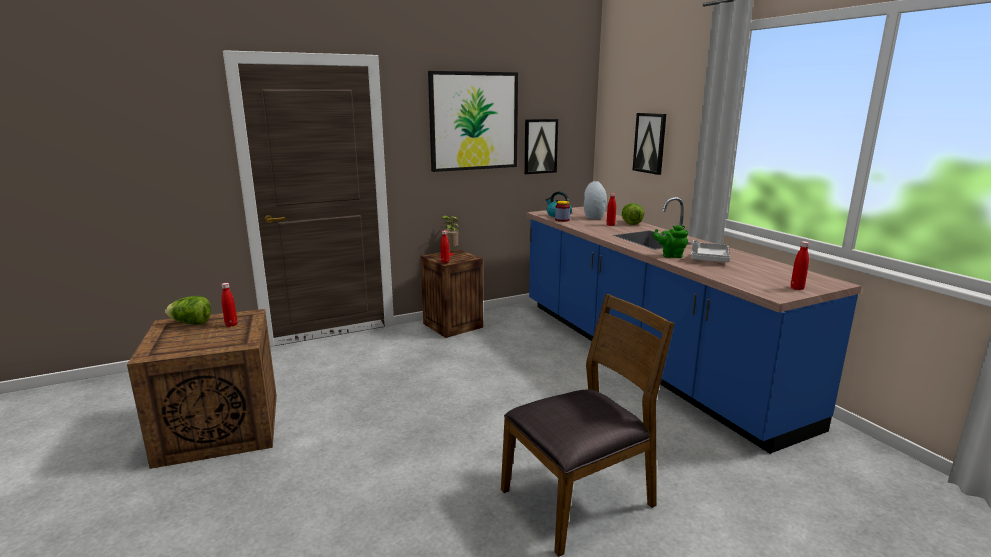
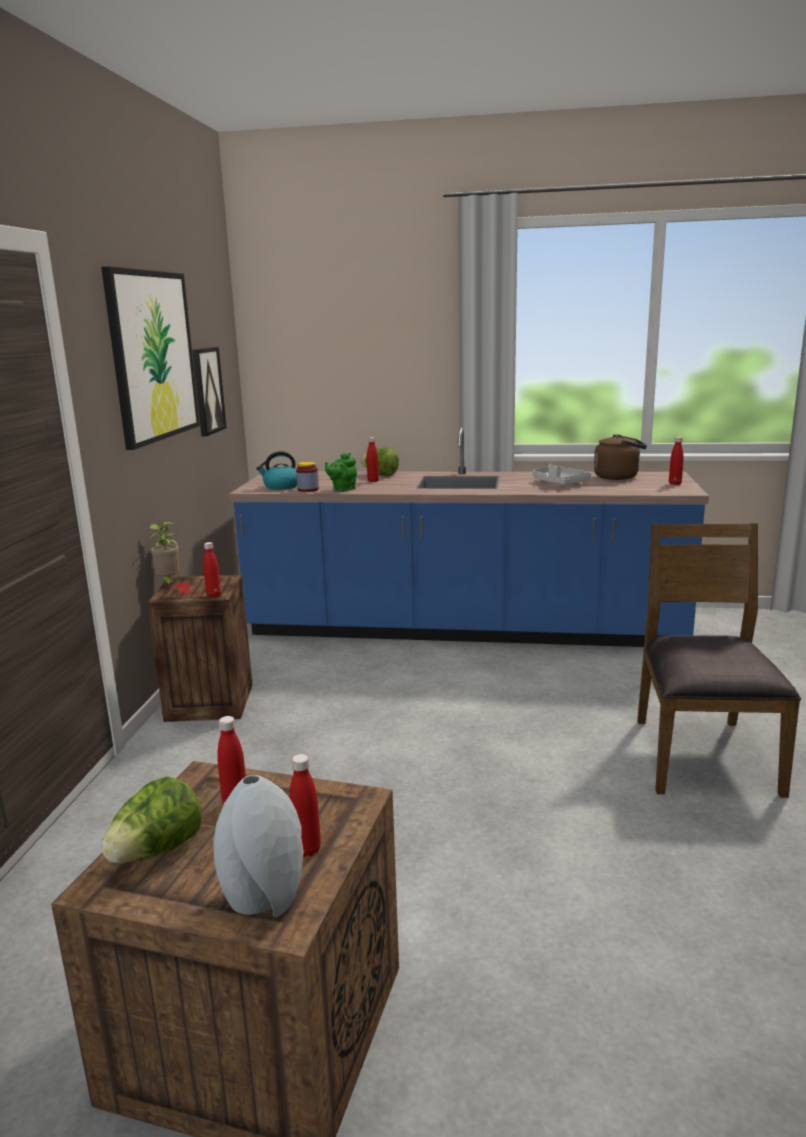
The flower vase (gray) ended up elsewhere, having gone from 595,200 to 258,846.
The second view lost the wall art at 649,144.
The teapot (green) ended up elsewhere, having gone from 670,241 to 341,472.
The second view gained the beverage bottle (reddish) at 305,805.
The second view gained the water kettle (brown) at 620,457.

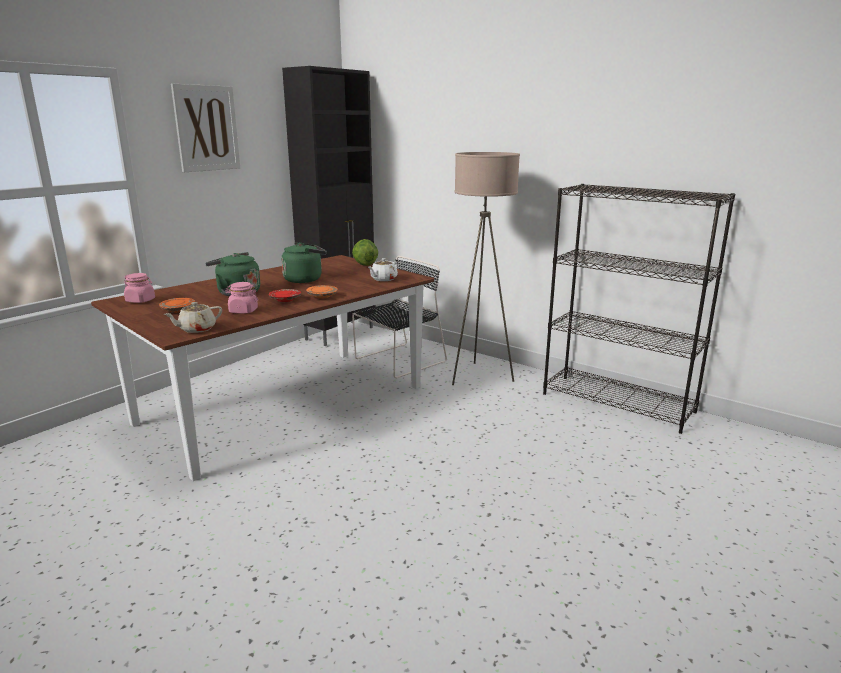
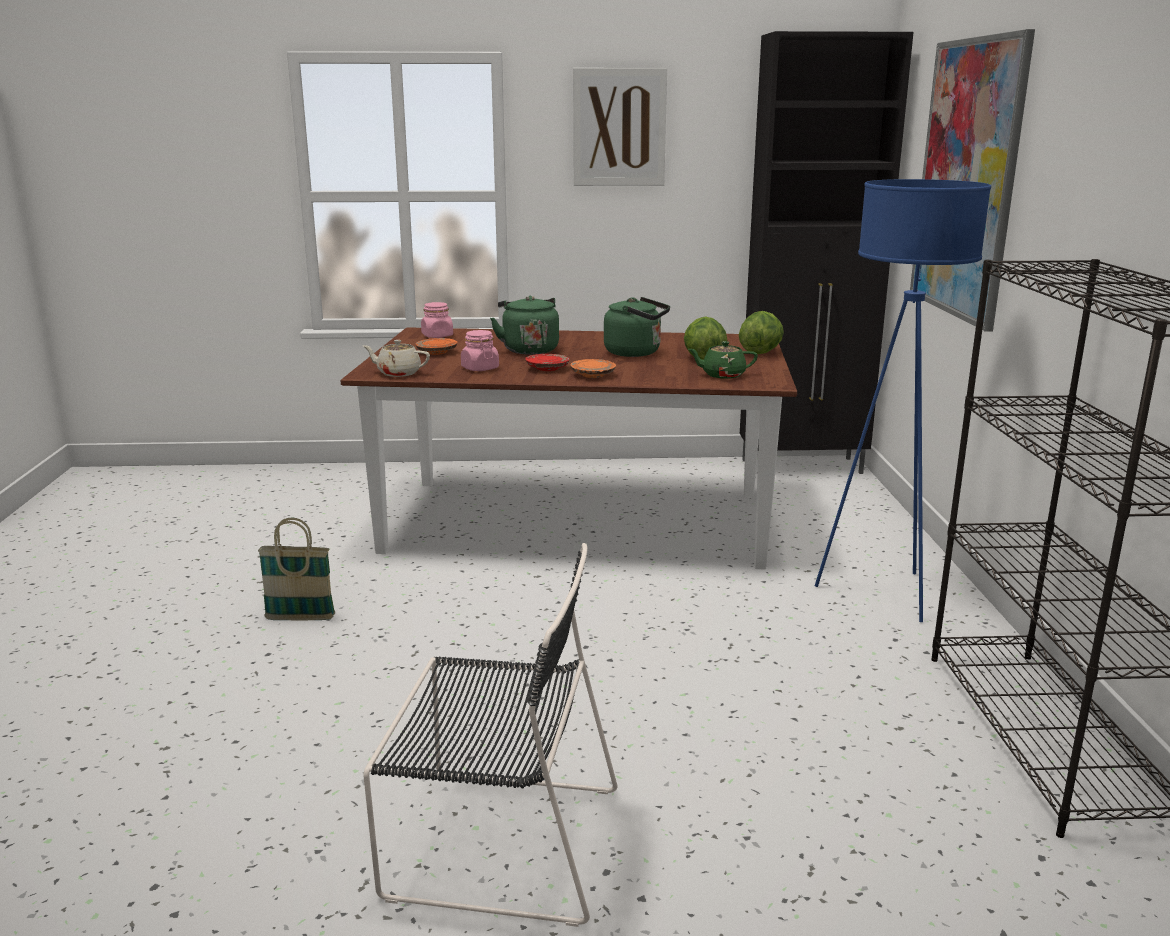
The chair (black) ended up elsewhere, having gone from 399,317 to 490,735.
What was the teapot (white-coloured) at 383,269 turned into the teapot (green) at 723,360.
What was the standing lamp (beige-coloured) at 486,268 turned into the standing lamp (blue) at 903,400.
The second view gained the basket at 296,569.
The second view gained the lettuce at 705,338.
The second view gained the wall art at 972,180.

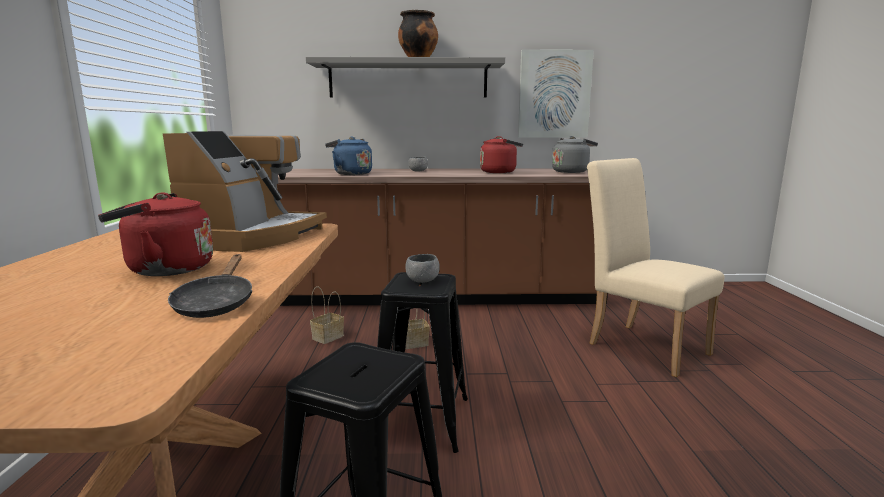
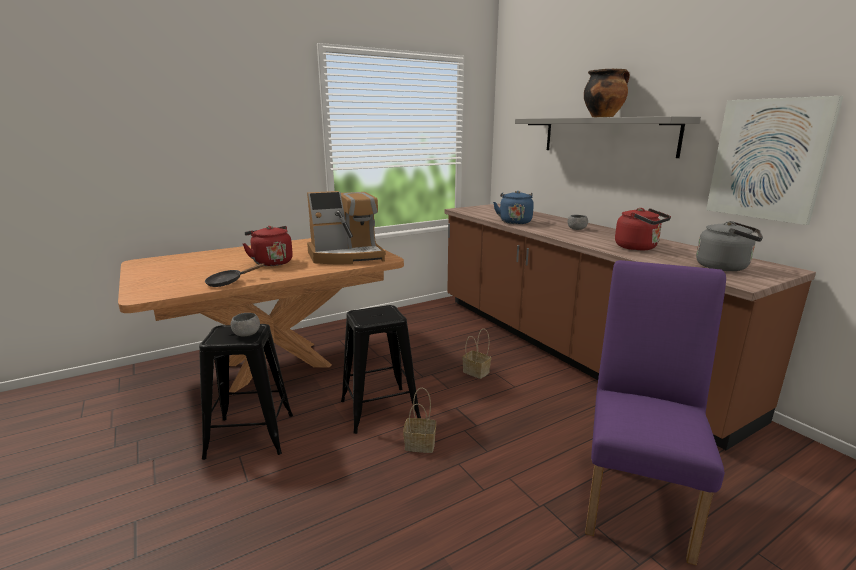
The basket ended up elsewhere, having gone from 327,315 to 419,420.
The deep dish (gray) ended up elsewhere, having gone from 422,268 to 245,324.
What was the chair (beige-coloured) at 656,267 turned into the chair (purple) at 655,413.

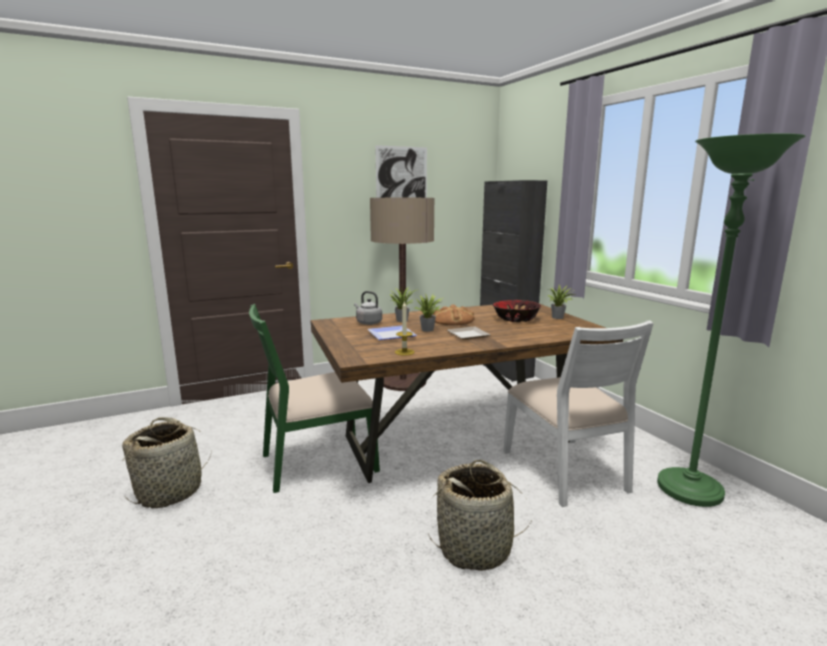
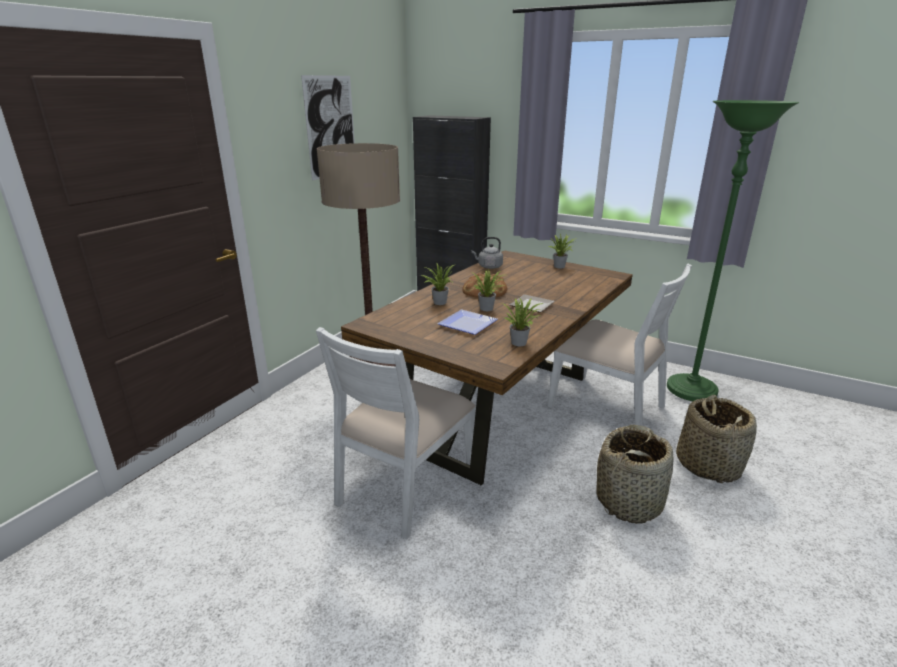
The basket ended up elsewhere, having gone from 167,462 to 716,439.
What was the chair (green) at 314,398 turned into the chair (white-coloured) at 396,433.
The water kettle (gray) ended up elsewhere, having gone from 368,308 to 487,253.
Where the candle stood at 404,328, the plant in a pot came to stand at 523,322.
The second view lost the deep dish at 517,311.

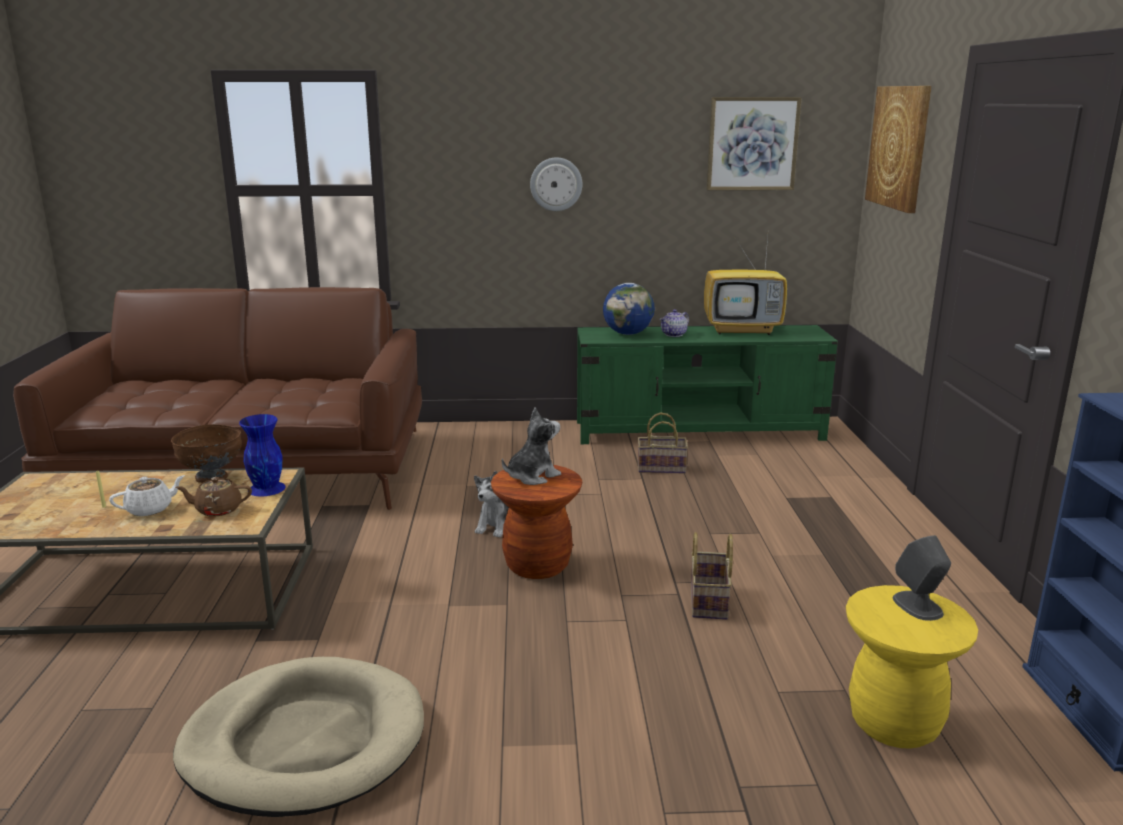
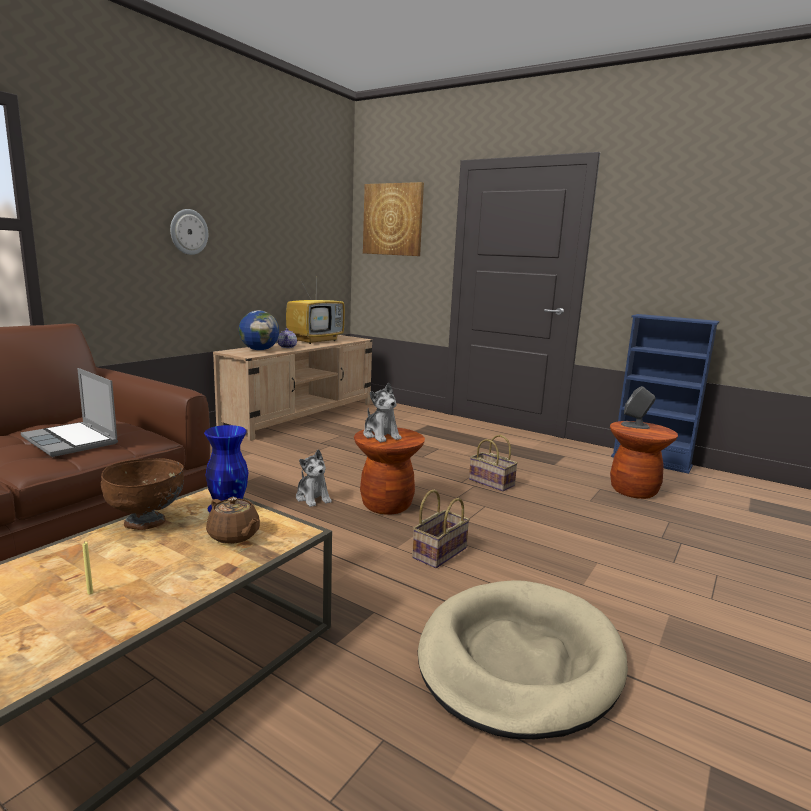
The second view lost the teapot (white-coloured) at 147,495.
The teapot (brown) at 213,497 ended up facing another way, 75 degrees counterclockwise from before.
The plush toy at 531,446 ended up facing another way, 150 degrees clockwise from before.
What was the tv unit (green) at 707,384 turned into the tv unit (beige-coloured) at 292,388.
The basket ended up elsewhere, having gone from 663,442 to 441,528.
The second view lost the wall art at 754,143.
What was the stool (yellow) at 912,667 turned into the stool (brown) at 644,460.
The second view gained the portable computer at 69,412.

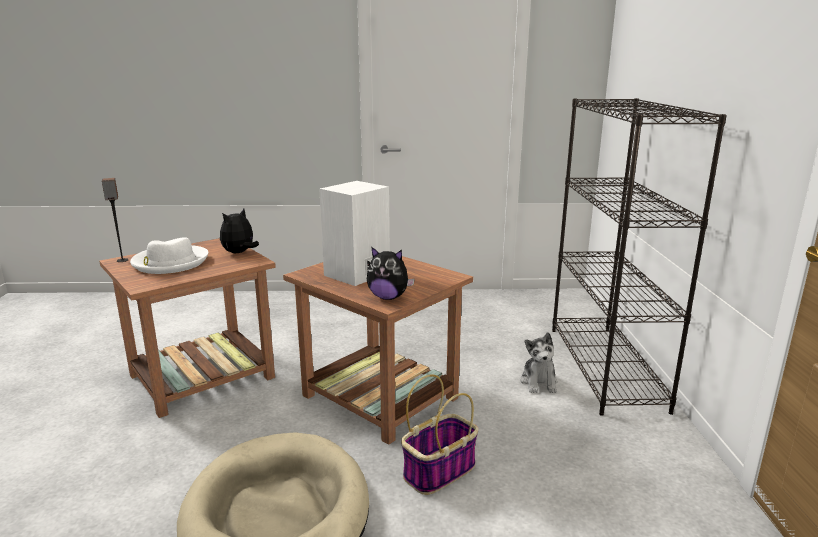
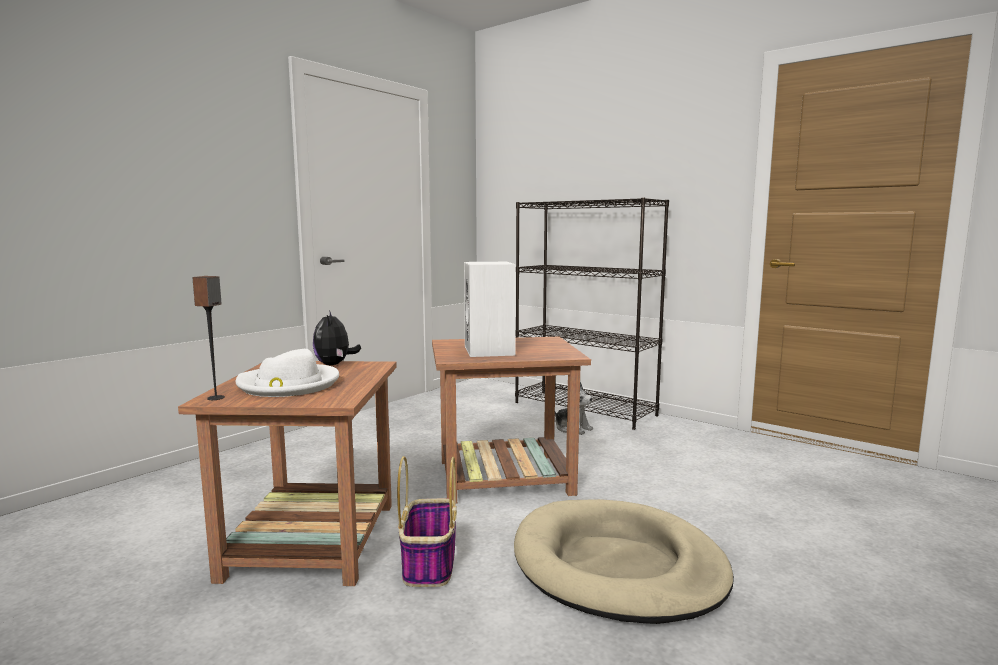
The second view lost the plush toy at 391,273.
The basket ended up elsewhere, having gone from 440,434 to 427,521.

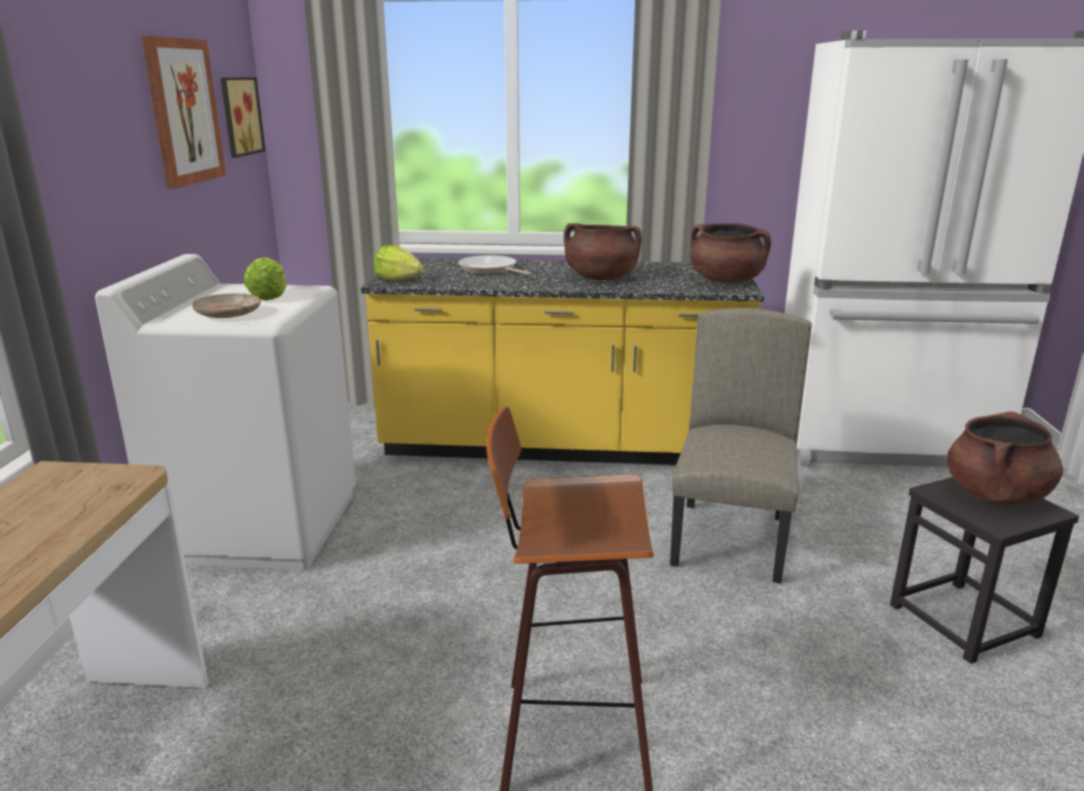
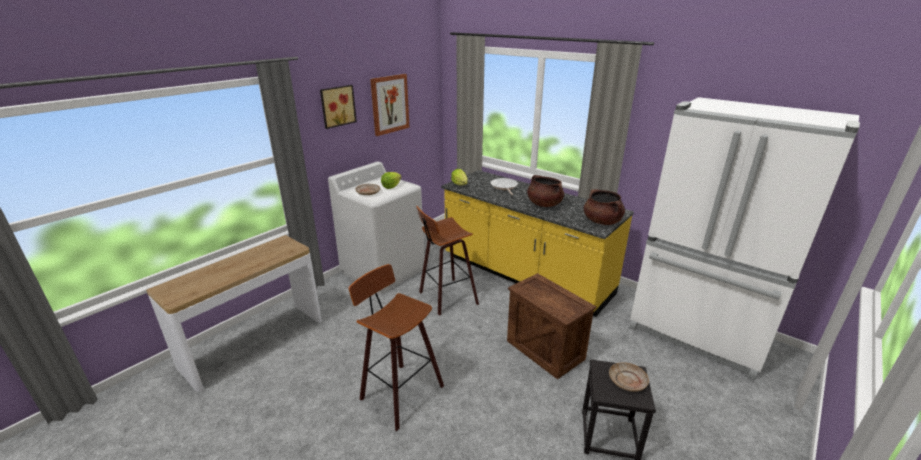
The wall art ended up elsewhere, having gone from 242,117 to 338,107.
Where the chair (beige-coloured) stood at 741,445, the shipping crate came to stand at 551,326.
Where the saucepot (brown) stood at 1005,458, the dinner plate (beige-coloured) came to stand at 629,377.
The second view gained the stool at 447,261.

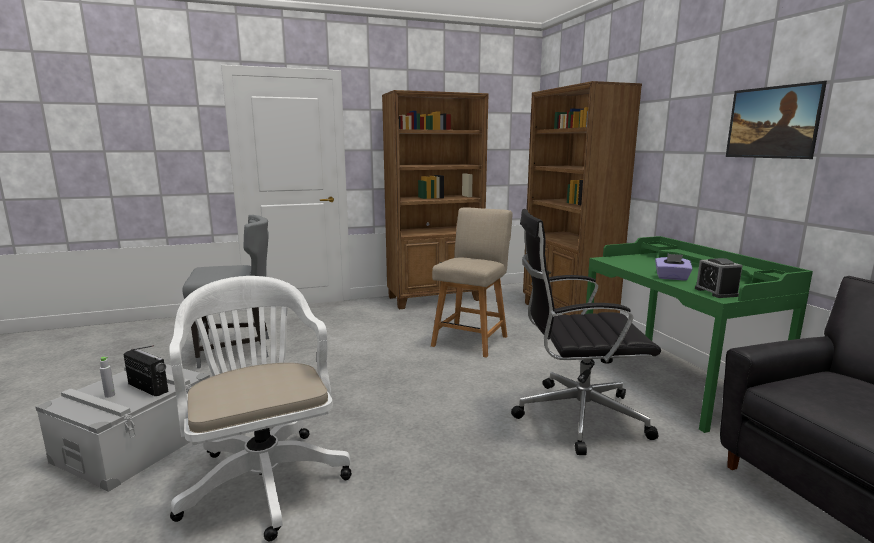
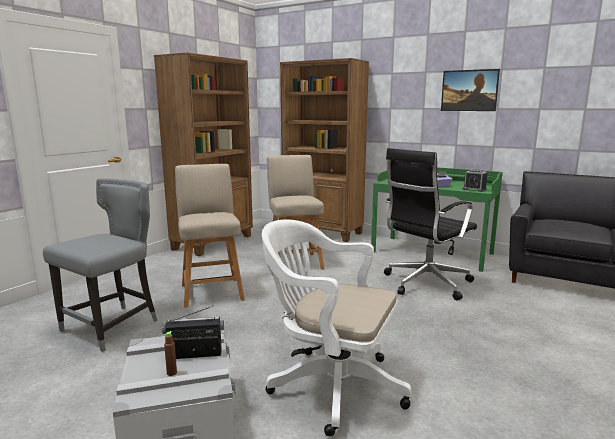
What was the beverage bottle (gray) at 107,377 turned into the beverage bottle (brown) at 170,353.
The second view gained the chair (beige-coloured) at 210,236.

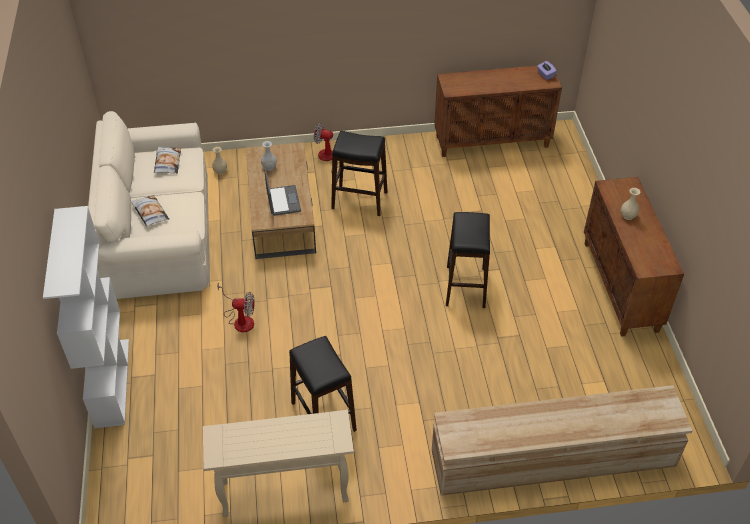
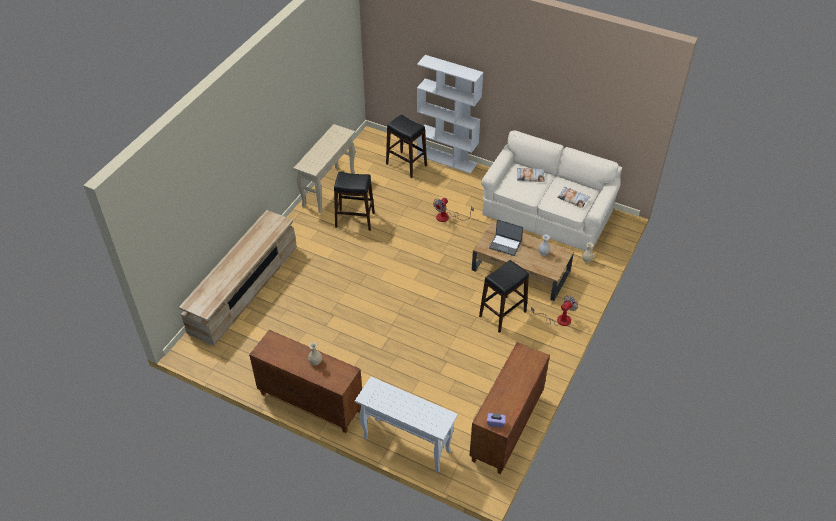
The stool (black) ended up elsewhere, having gone from 468,260 to 406,146.
The second view gained the hall table (white-coloured) at 406,425.

